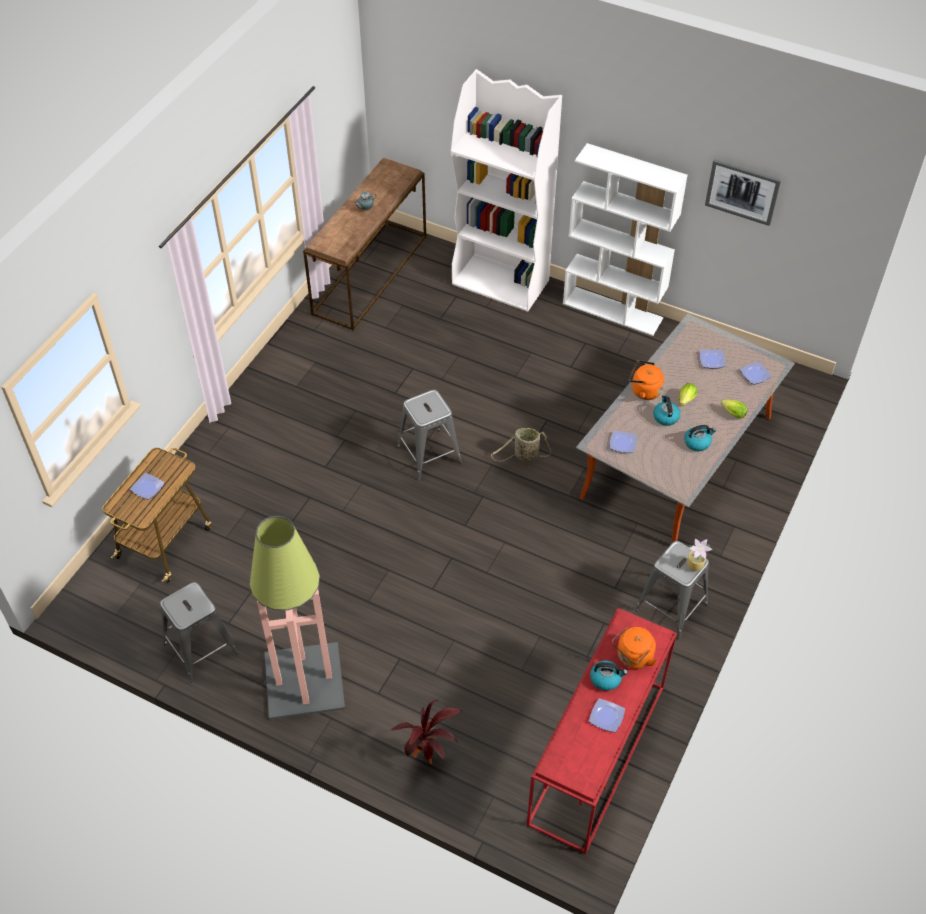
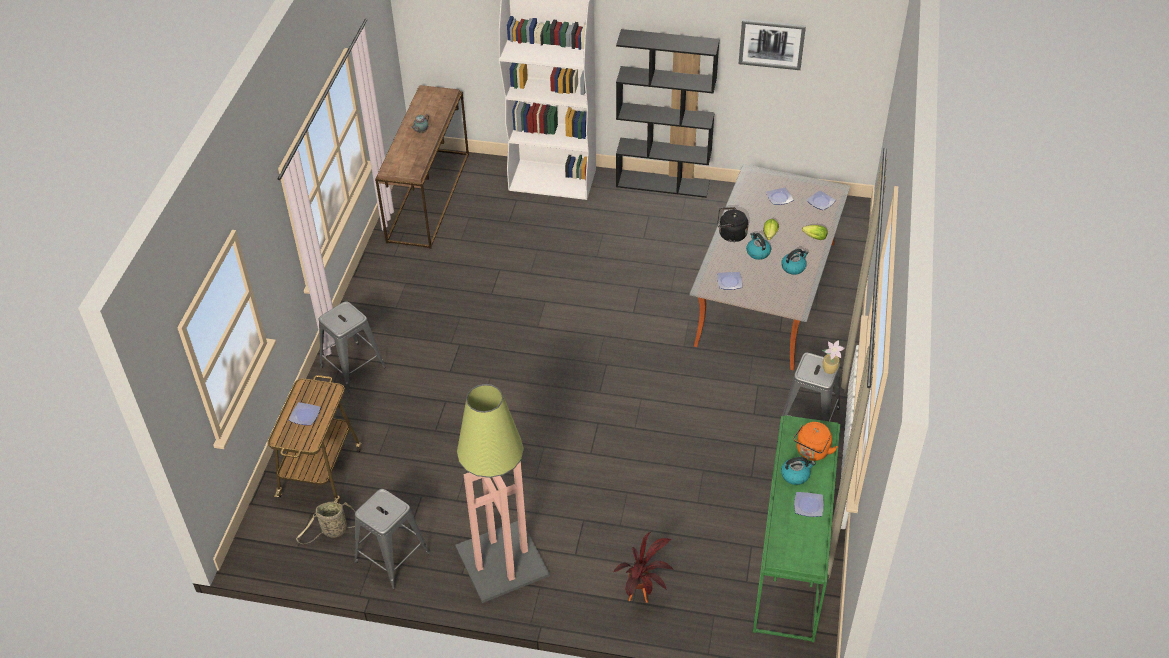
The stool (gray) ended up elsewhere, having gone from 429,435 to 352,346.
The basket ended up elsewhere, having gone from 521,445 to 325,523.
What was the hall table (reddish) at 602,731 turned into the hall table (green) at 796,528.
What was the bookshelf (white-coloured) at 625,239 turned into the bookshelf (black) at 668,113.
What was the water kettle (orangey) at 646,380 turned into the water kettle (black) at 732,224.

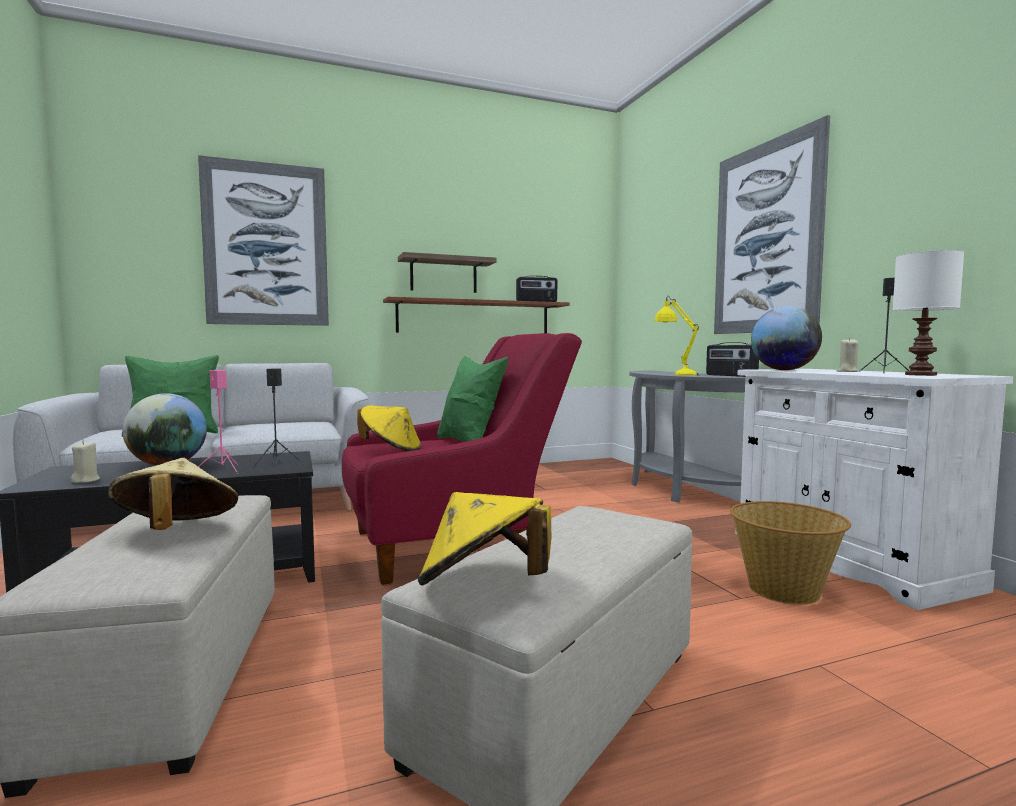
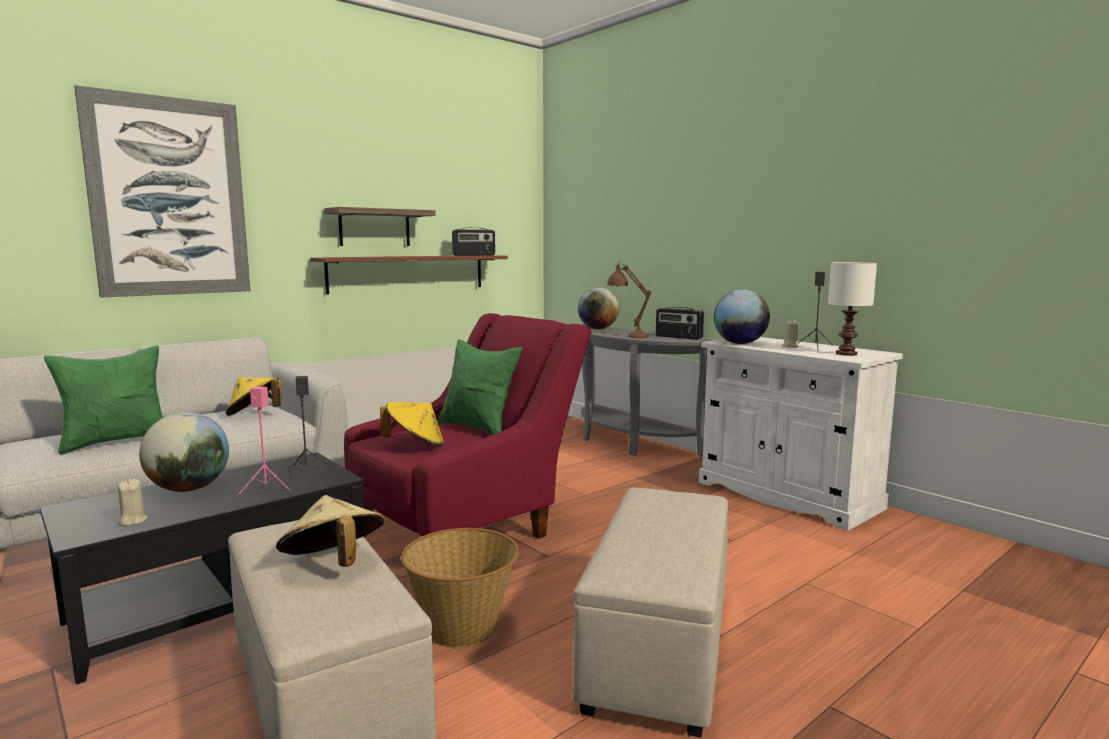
The hat (yellow) ended up elsewhere, having gone from 485,539 to 254,396.
What was the lamp for a table (yellow) at 676,336 turned into the lamp for a table (brown) at 629,299.
The second view lost the wall art at 772,224.
The basket ended up elsewhere, having gone from 790,553 to 460,588.
The second view gained the world globe at 598,308.

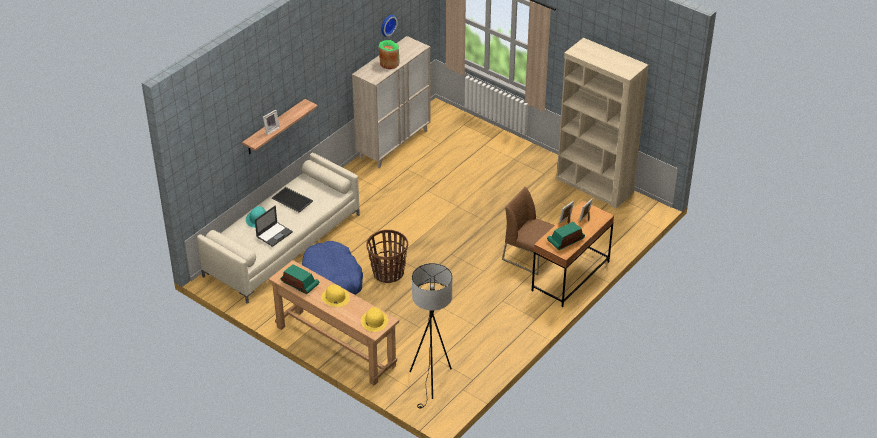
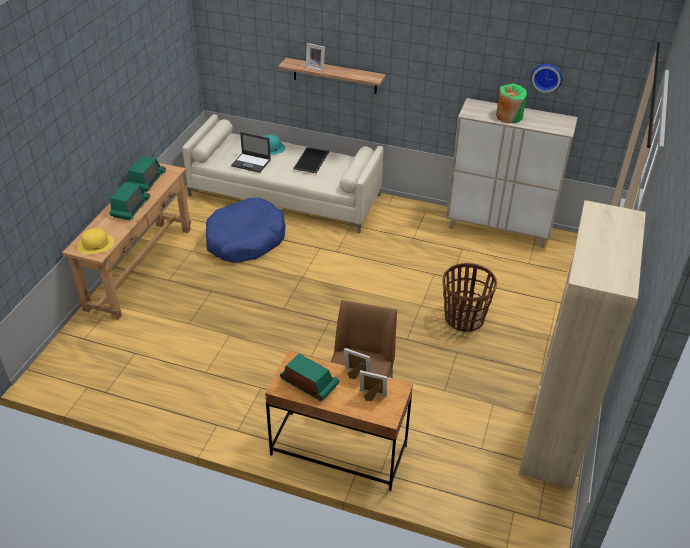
Where the hat (yellow) stood at 335,296, the radio set came to stand at 130,201.
The basket ended up elsewhere, having gone from 387,256 to 469,297.
The second view lost the standing lamp (black) at 430,335.

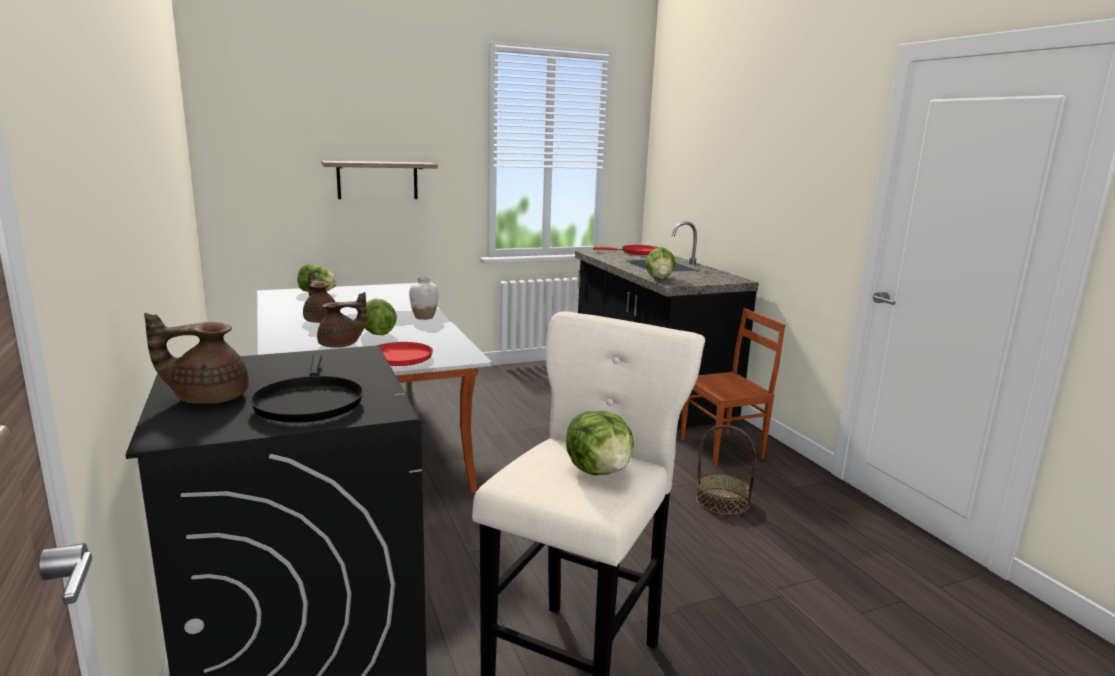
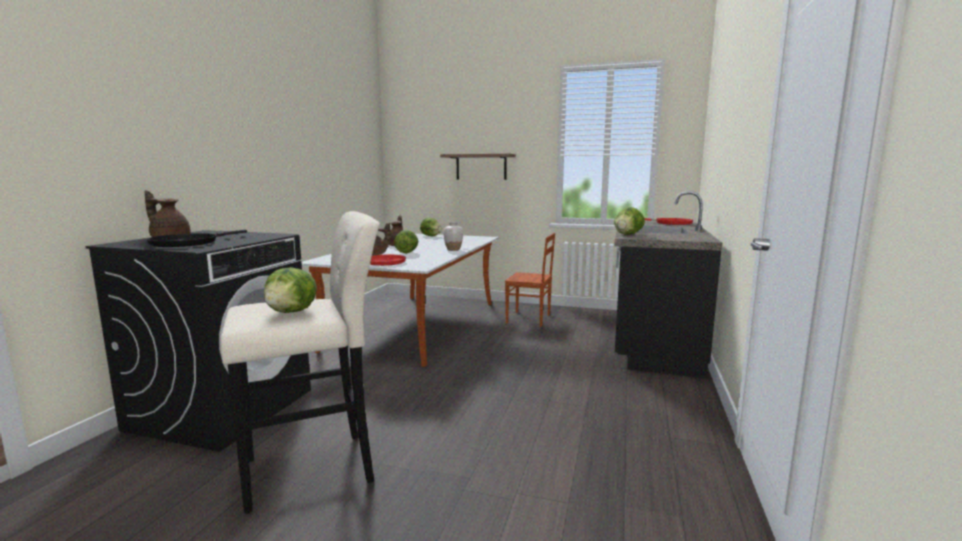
The chair (brown) ended up elsewhere, having gone from 732,387 to 530,280.
The second view lost the basket at 726,470.

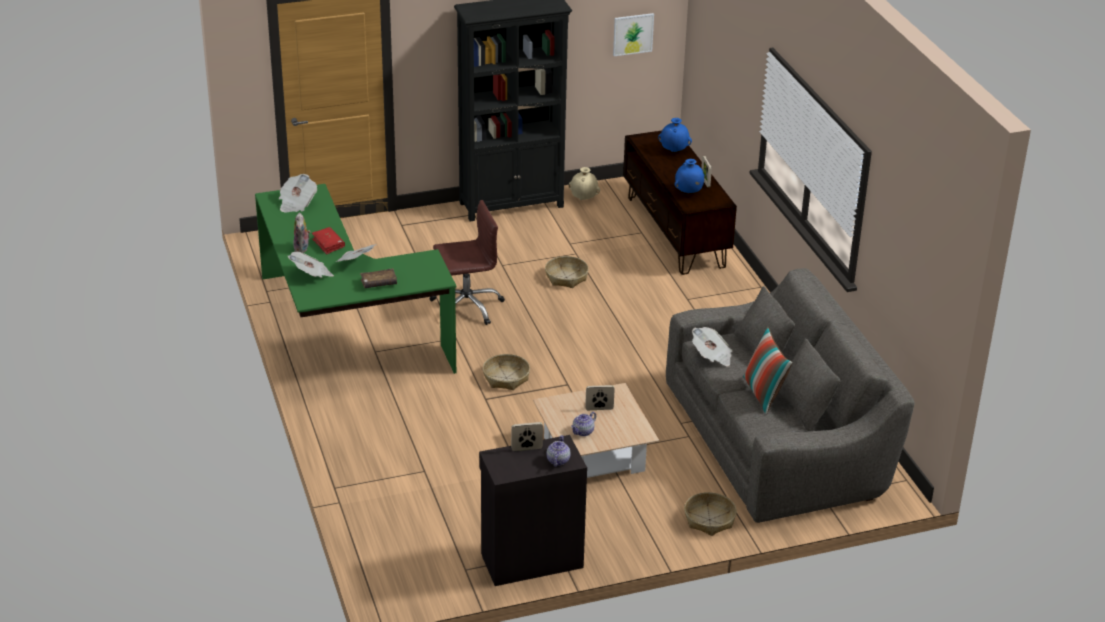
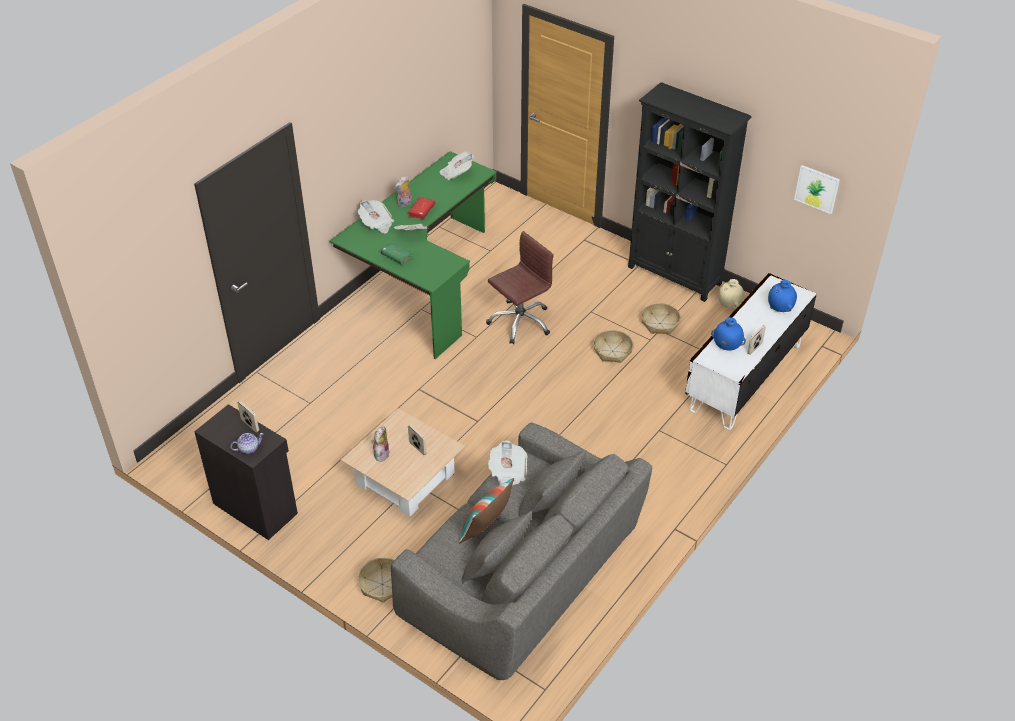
What was the book (brown) at 378,278 turned into the book (green) at 397,253.
The computer chair (brown) at 467,262 ended up facing another way, 75 degrees counterclockwise from before.
The basket ended up elsewhere, having gone from 506,372 to 660,319.
Where the teapot stood at 583,424, the plush toy came to stand at 380,444.
What was the tv unit (brown) at 680,203 turned into the tv unit (white-coloured) at 751,351.

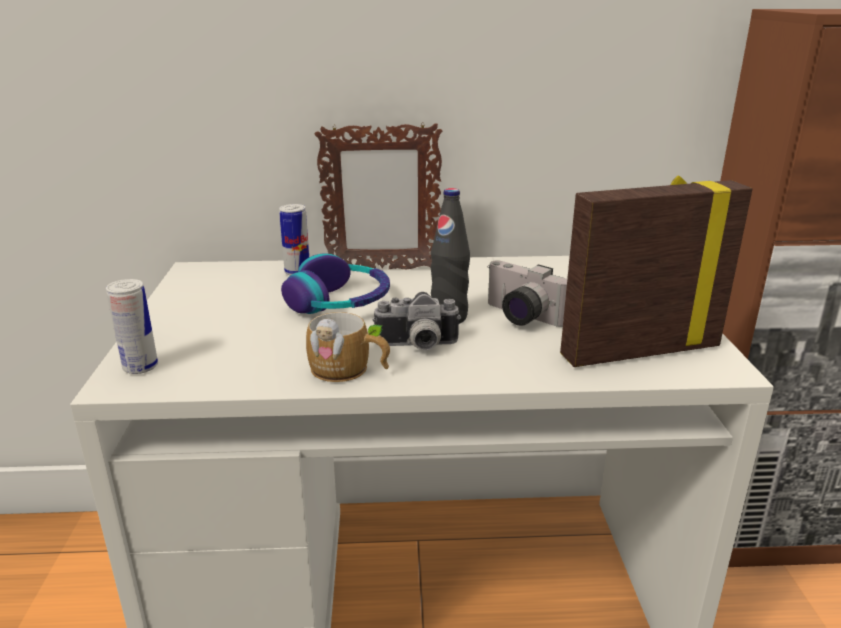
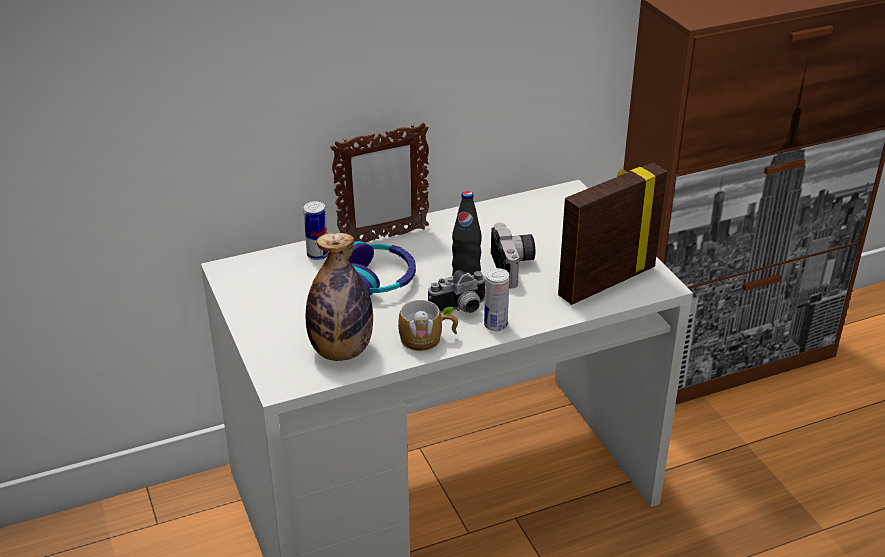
The sealed can ended up elsewhere, having gone from 132,326 to 497,299.
The photo camera at 527,294 ended up facing another way, 120 degrees counterclockwise from before.
The second view gained the beverage bottle at 339,297.

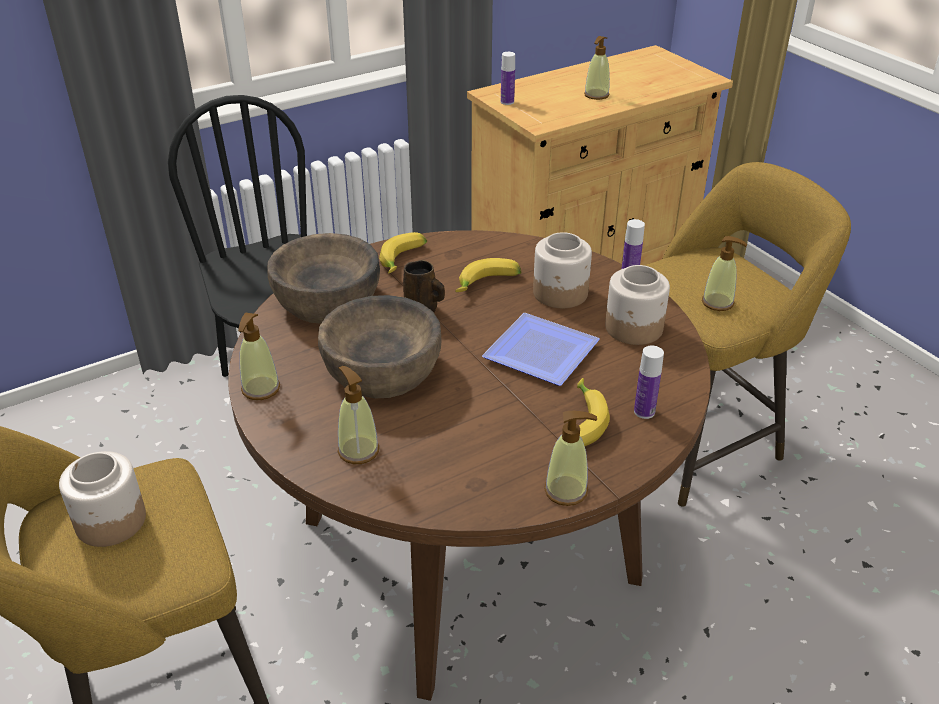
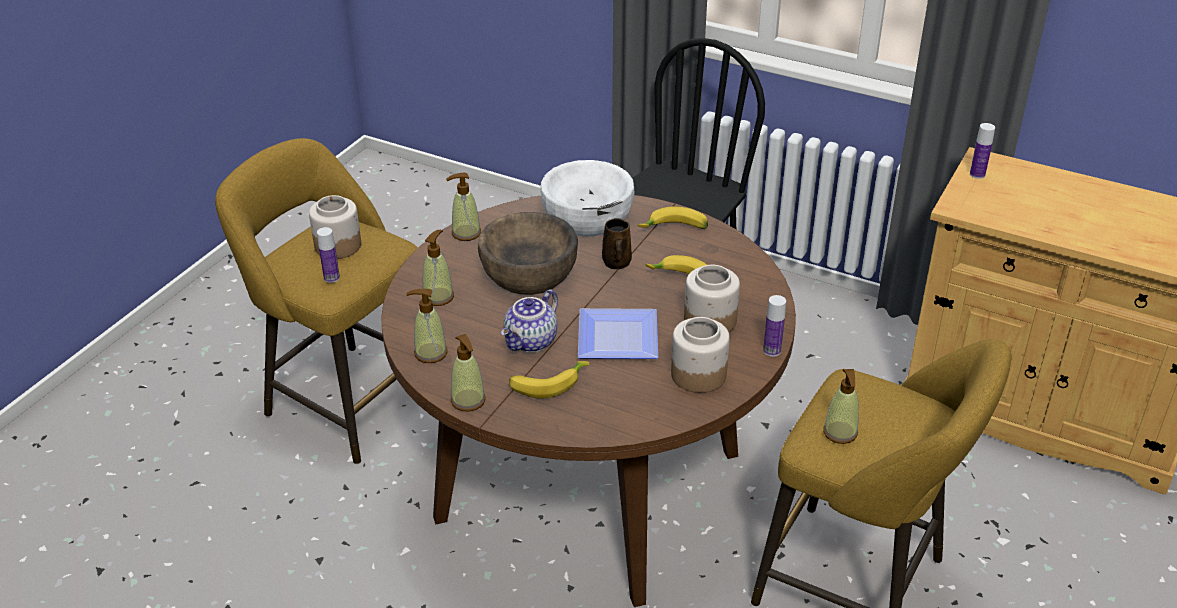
What was the deep dish (brown) at 323,278 turned into the deep dish (white-coloured) at 588,198.
The soap dispenser ended up elsewhere, having gone from 597,68 to 427,326.
The beverage bottle ended up elsewhere, having gone from 649,382 to 328,255.
The second view gained the teapot at 529,320.

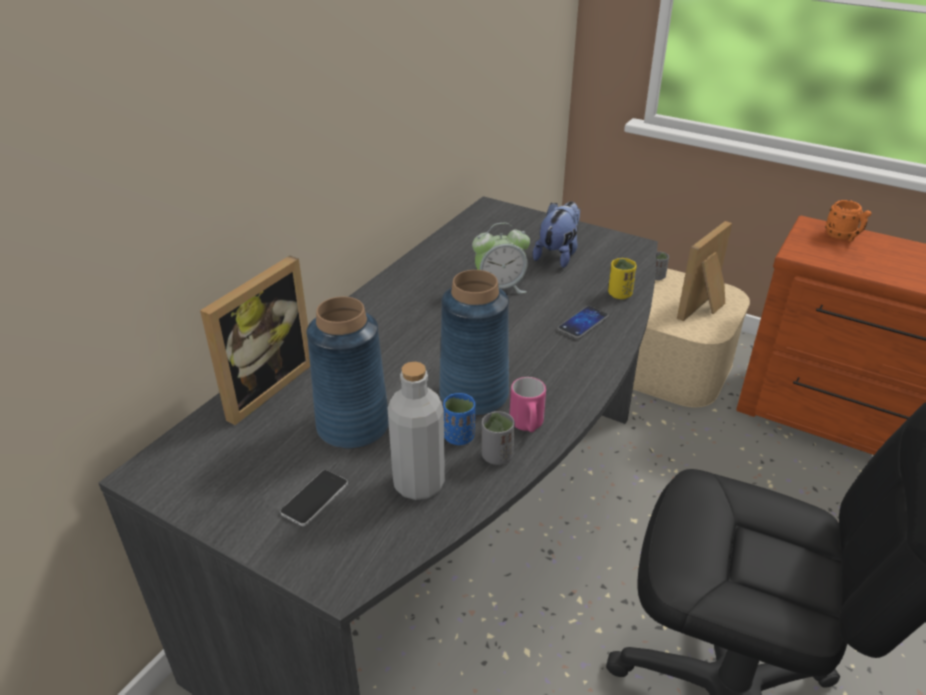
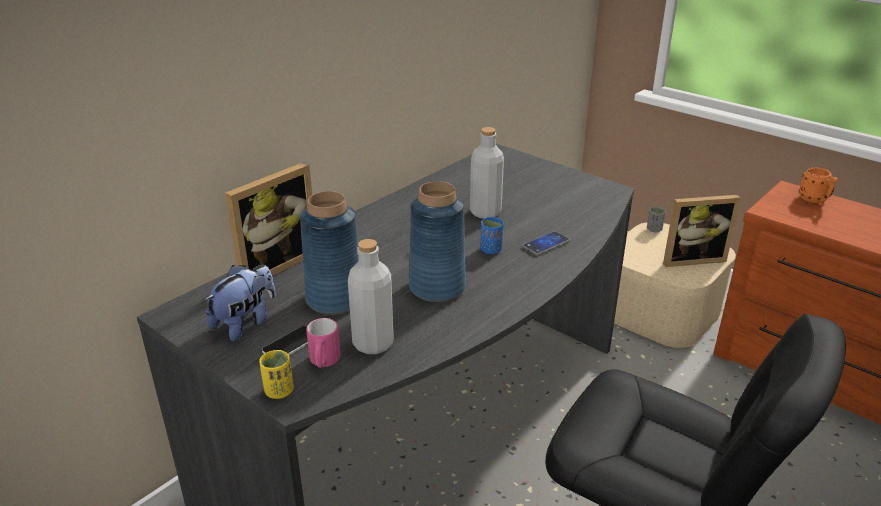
The small cup (blue) ended up elsewhere, having gone from 459,419 to 492,235.
Where the alarm clock stood at 501,258, the beverage bottle (gray) came to stand at 487,173.
The second view lost the small cup (gray) at 498,438.
The coffee mug (pinkish) ended up elsewhere, having gone from 528,404 to 323,343.
The plush toy ended up elsewhere, having gone from 556,234 to 240,303.
The small cup (yellow) ended up elsewhere, having gone from 622,278 to 276,374.
The photo frame at 704,271 ended up facing another way, 150 degrees counterclockwise from before.

